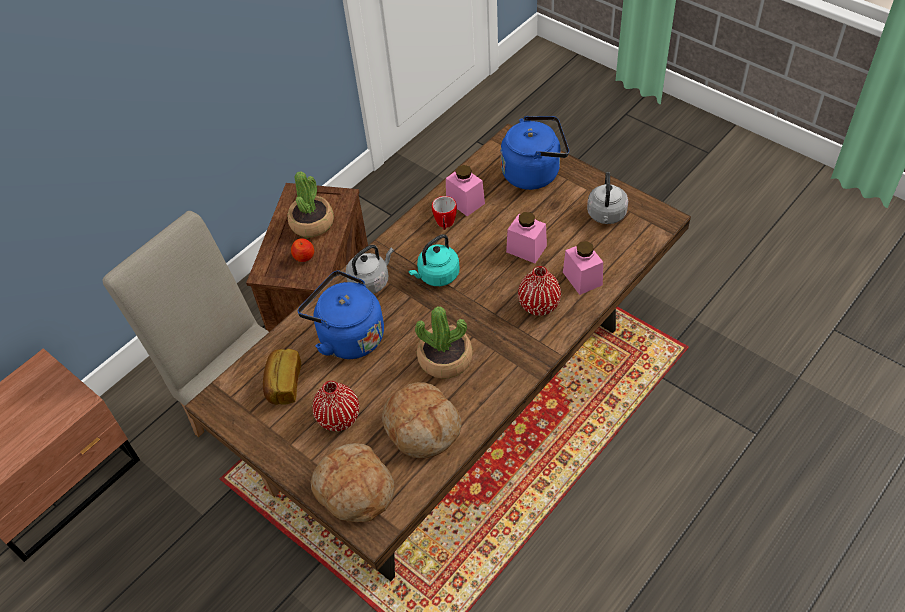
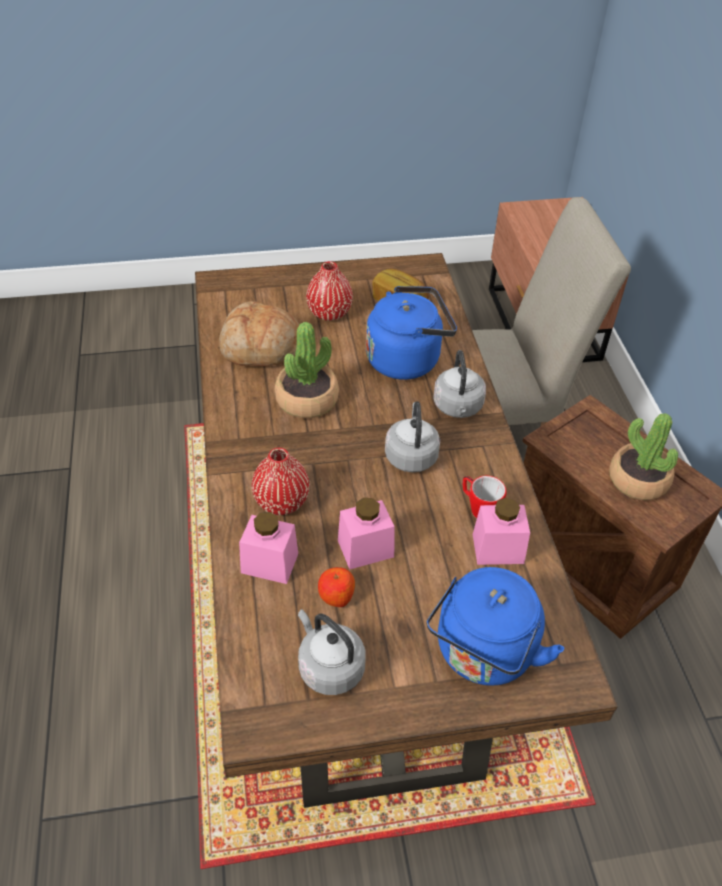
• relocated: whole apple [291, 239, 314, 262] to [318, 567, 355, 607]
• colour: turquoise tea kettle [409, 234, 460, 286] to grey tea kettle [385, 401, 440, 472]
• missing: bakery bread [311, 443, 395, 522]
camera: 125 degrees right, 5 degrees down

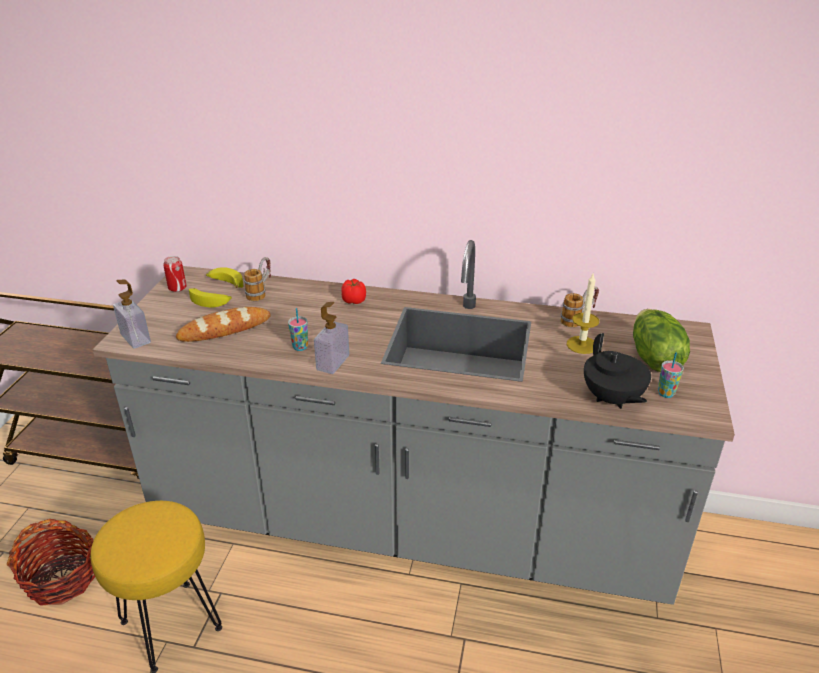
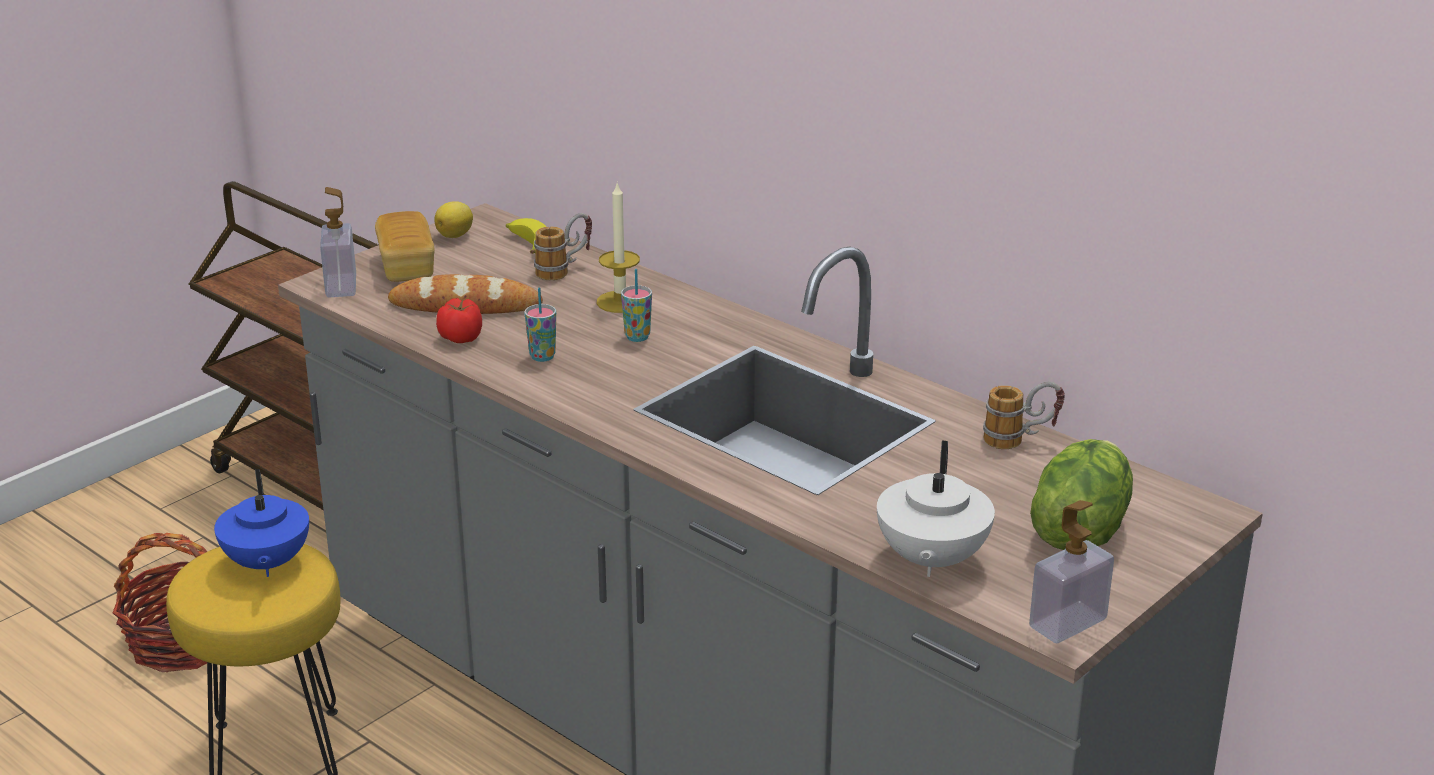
• appeared: bluish teapot [214, 469, 309, 577]
• appeared: bakery bread [375, 211, 434, 282]
• exchanged: can [163, 256, 187, 292] to whole lemon [434, 201, 473, 238]
• relocated: whole tomato [341, 279, 366, 304] to [436, 298, 482, 343]
• relocated: wax candle [566, 272, 599, 354] to [597, 181, 640, 313]
• relocated: drinking cup [658, 352, 684, 398] to [621, 269, 652, 342]
• colour: blackish teapot [584, 333, 651, 409] to whitish teapot [877, 440, 995, 577]
• relocated: soap dispenser [314, 302, 349, 374] to [1029, 500, 1114, 643]
• missing: whole banana [189, 288, 232, 307]
camera: 30 degrees right, 5 degrees down

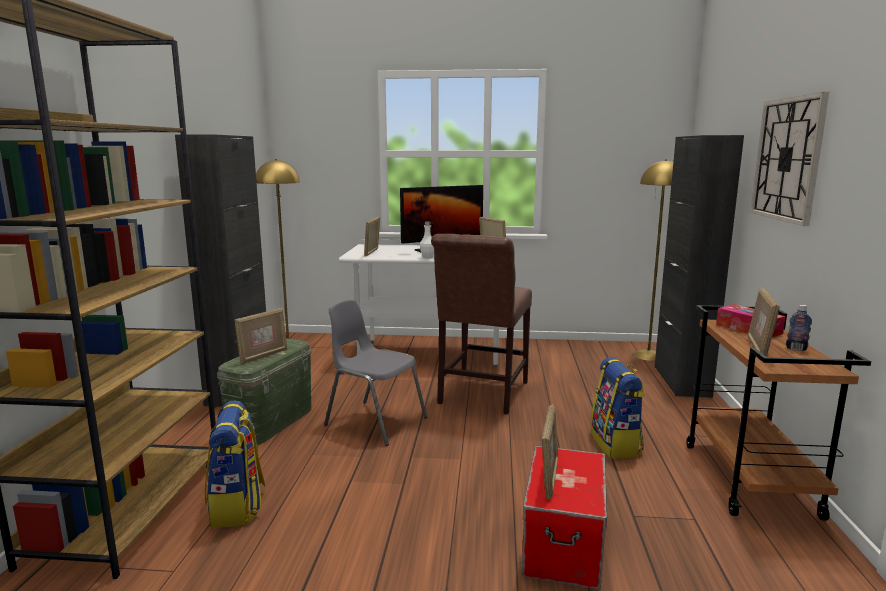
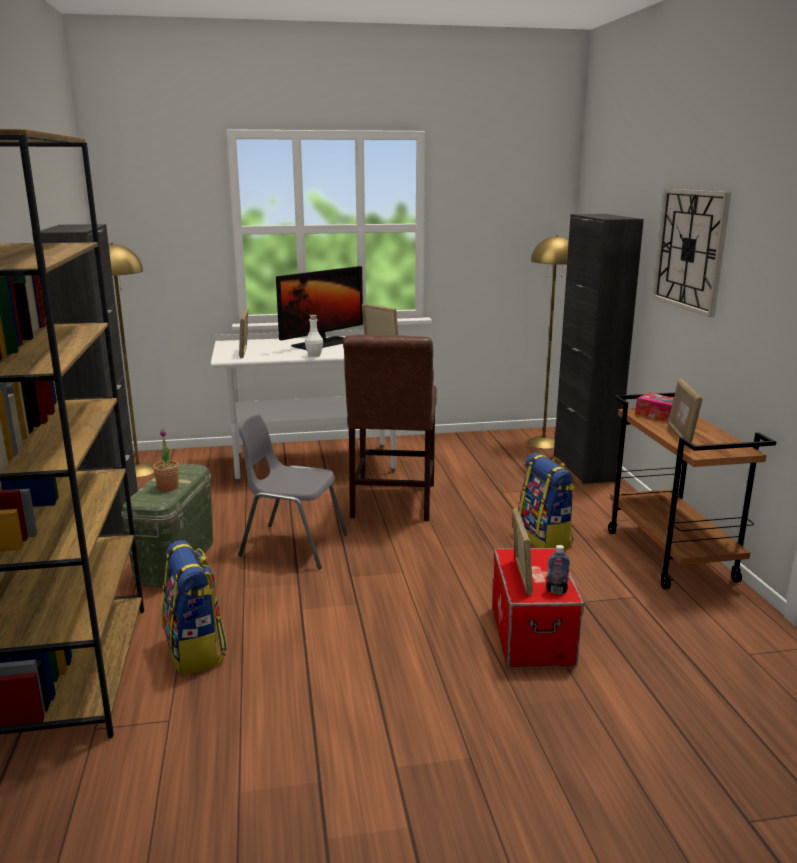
• exchanged: picture frame [235, 308, 288, 364] to potted plant [153, 429, 179, 491]
• relocated: drink bottle [786, 305, 812, 351] to [546, 545, 570, 594]
camera: 15 degrees left, 5 degrees up

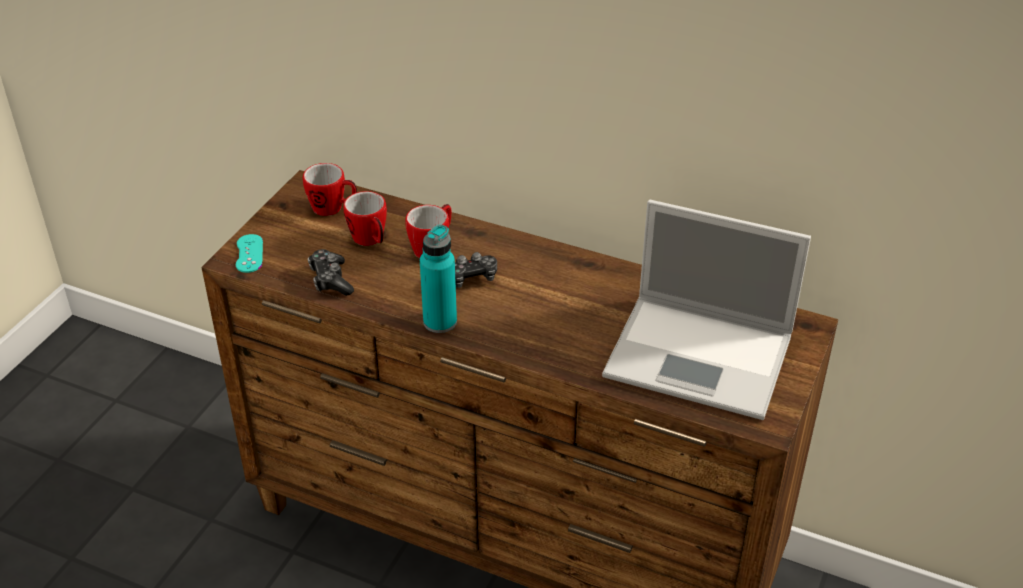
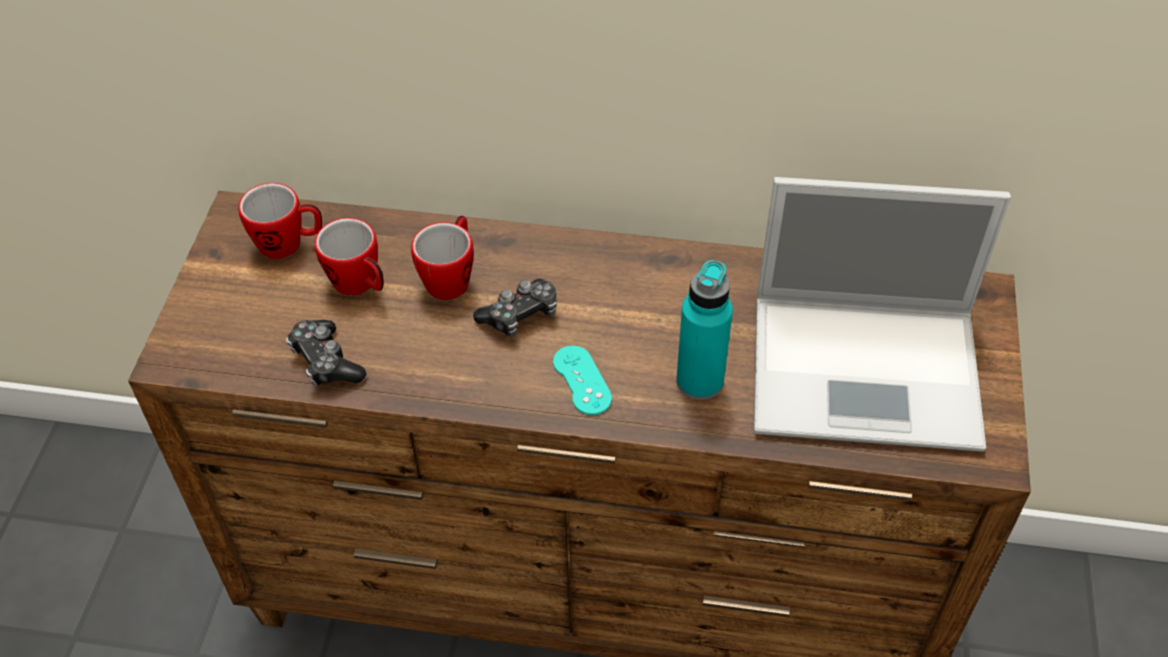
• relocated: turquoise joypad [236, 234, 263, 273] to [553, 346, 612, 415]
• relocated: turquoise drink bottle [420, 225, 457, 333] to [676, 260, 733, 400]
camera: 15 degrees left, 10 degrees up

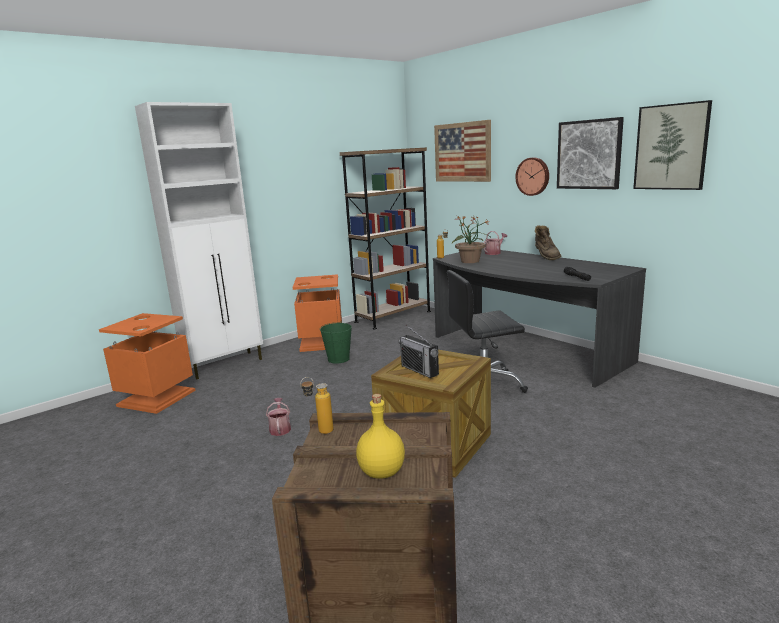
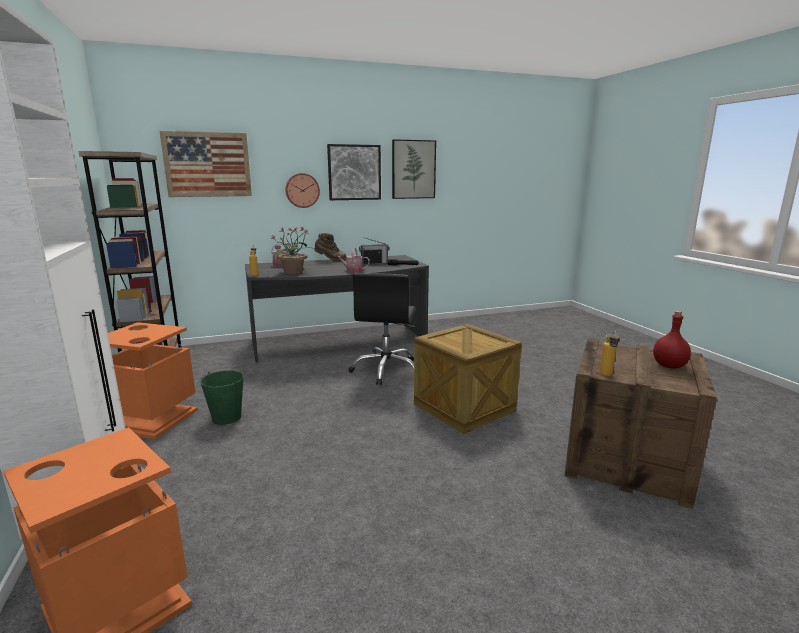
• relocated: watering can [266, 398, 291, 436] to [334, 248, 370, 273]
• relocated: radio receiver [399, 325, 439, 378] to [359, 238, 390, 265]
• colour: yellow-coloured drink bottle [356, 394, 405, 479] to red drink bottle [653, 311, 691, 368]
camera: 70 degrees left, 0 degrees up

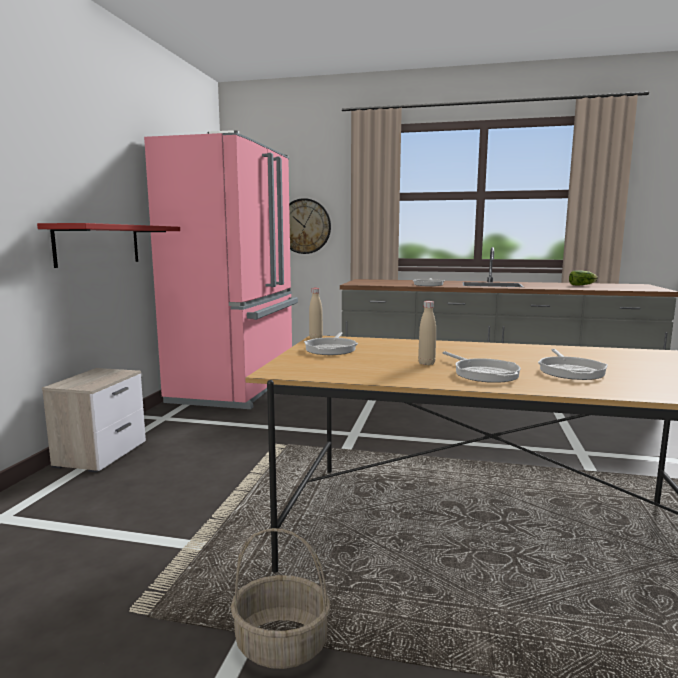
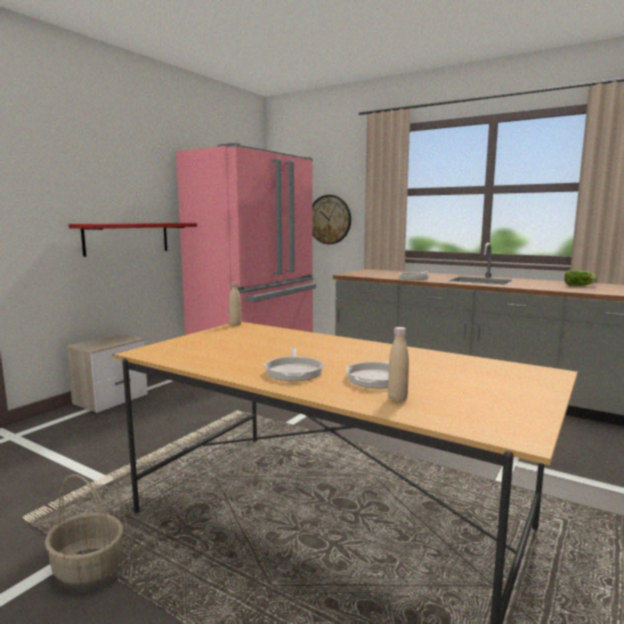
• relocated: sand-coloured drink bottle [418, 301, 436, 365] to [388, 327, 409, 402]
• missing: pan [304, 332, 358, 355]
camera: 20 degrees right, 0 degrees up

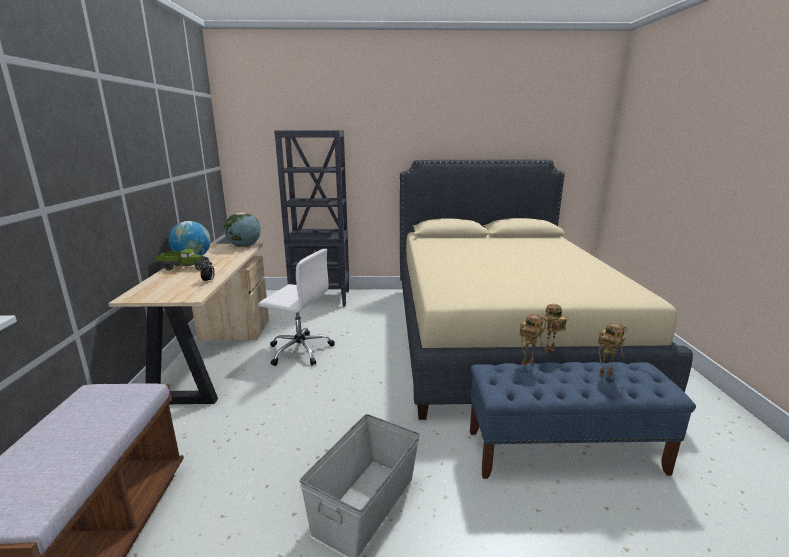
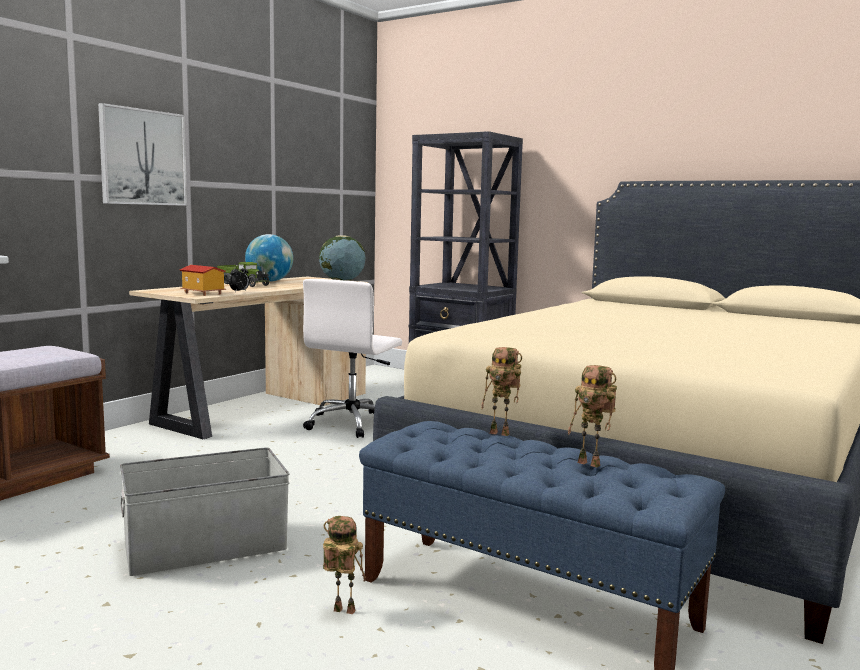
• appeared: wall picture [98, 103, 187, 206]
• appeared: model house [179, 265, 226, 296]
• spun: whitish computer chair [259, 249, 335, 366] = [303, 279, 402, 438] 60 degrees clockwise
• relocated: robot figure [542, 304, 567, 352] to [323, 516, 366, 614]
camera: 35 degrees right, 10 degrees down

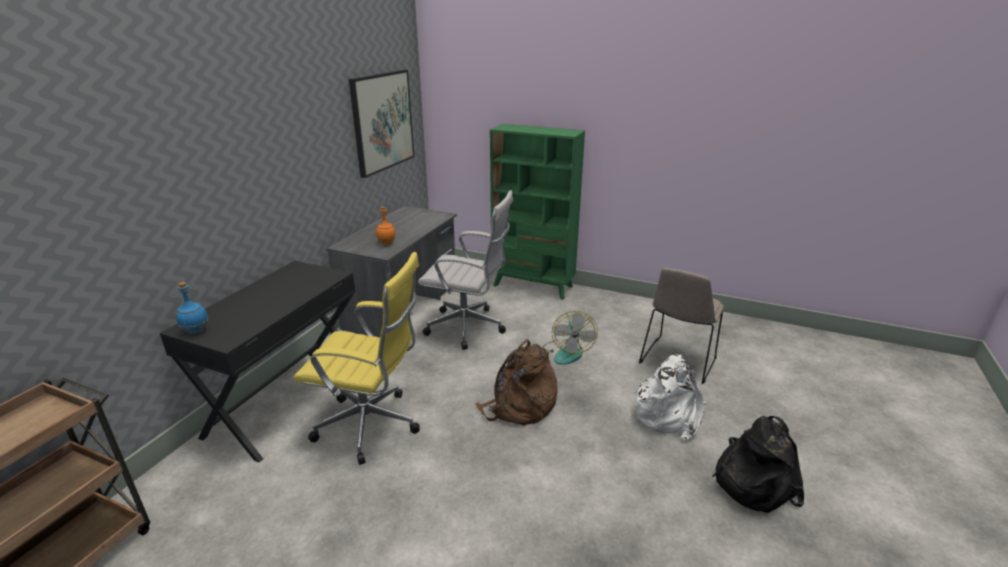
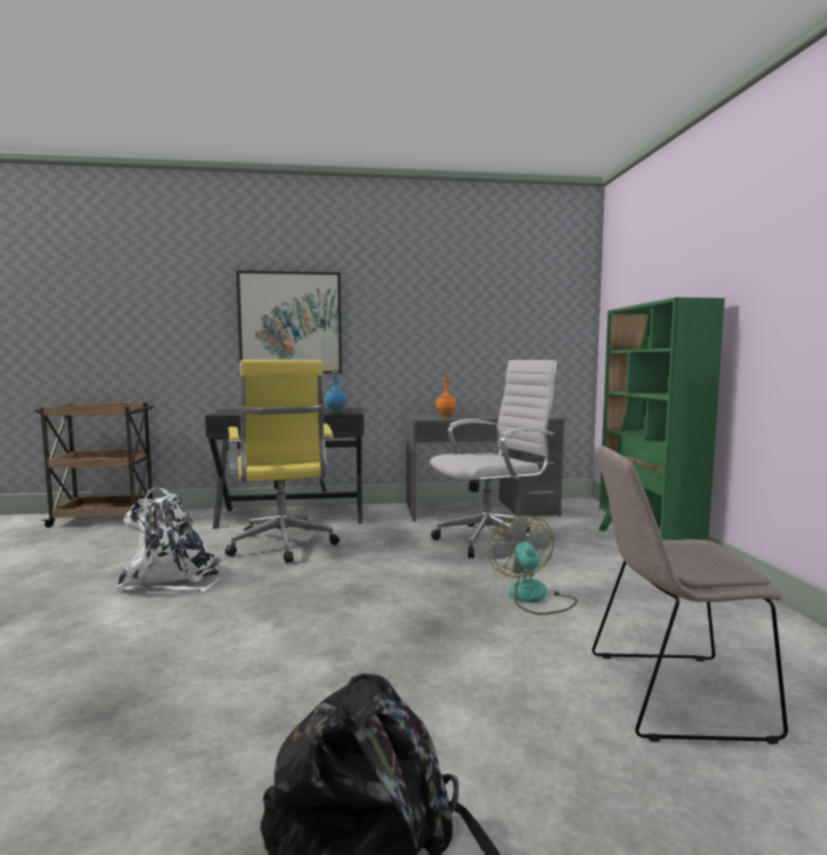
• relocated: whitish backpack [634, 354, 707, 441] to [116, 487, 221, 592]
• relocated: wall picture [349, 70, 414, 178] to [236, 271, 342, 373]
• relocated: bluish drink bottle [176, 282, 208, 334] to [325, 370, 346, 412]
• spun: whitish computer chair [418, 190, 513, 350] = [430, 360, 558, 558] 105 degrees counterclockwise
• spun: cooling fan [542, 311, 598, 365] = [488, 515, 578, 615] 105 degrees clockwise
• missing: brown backpack [475, 339, 558, 426]
camera: 60 degrees right, 20 degrees down

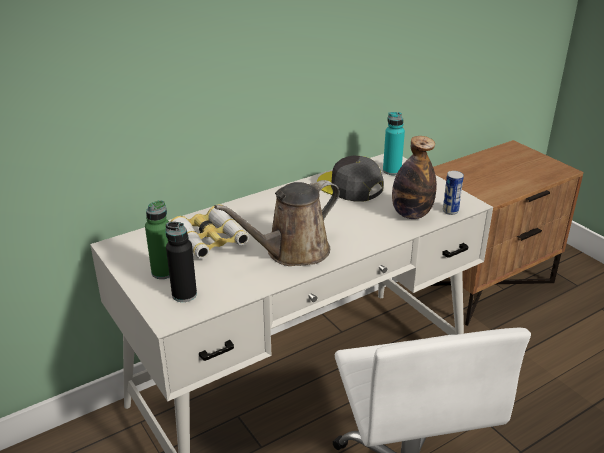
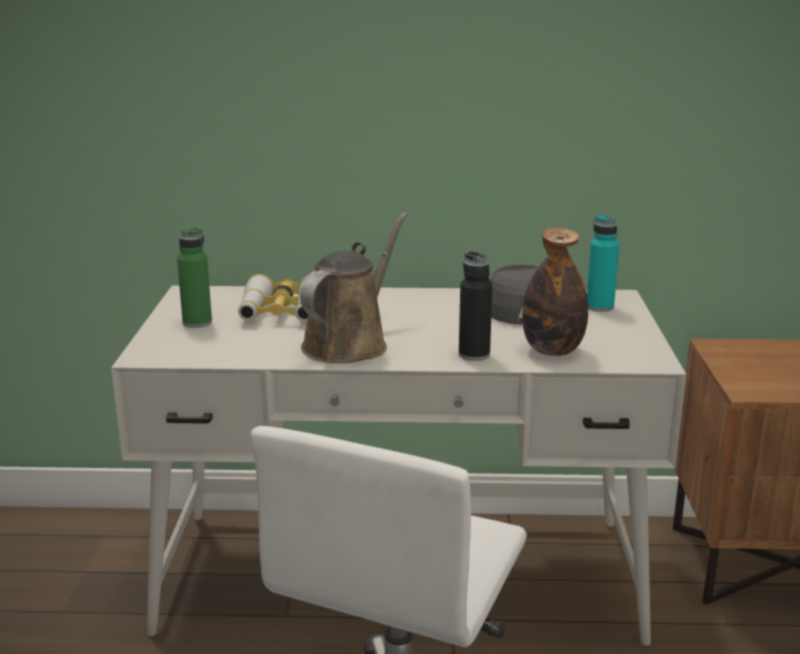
• spun: brown watering can [214, 180, 340, 266] = [300, 213, 407, 364] 120 degrees clockwise
• relocated: blackish drink bottle [165, 222, 197, 302] to [459, 251, 493, 361]
• missing: can [443, 171, 464, 215]
camera: 35 degrees right, 10 degrees down

